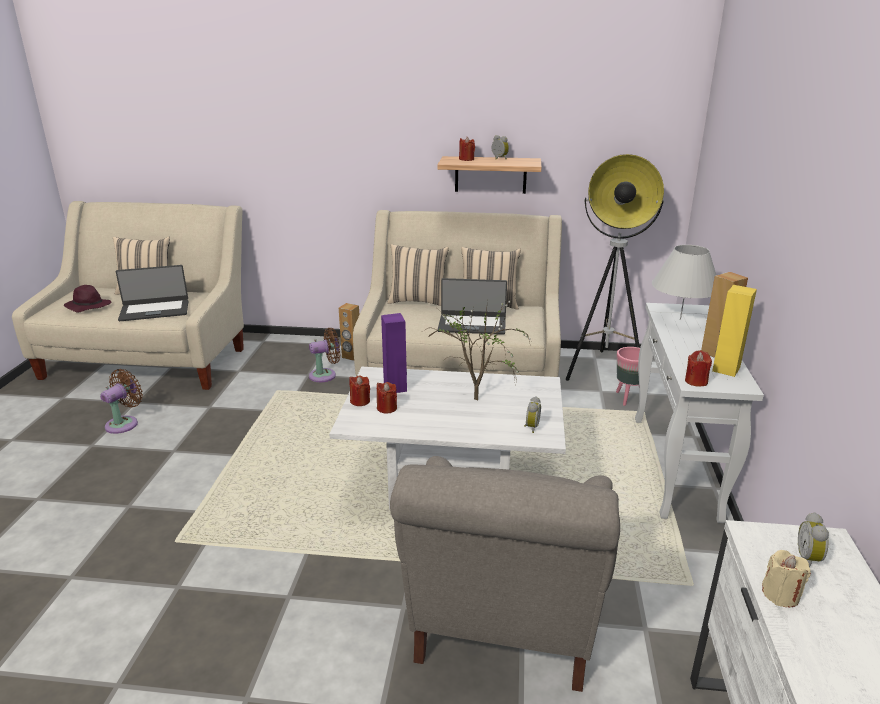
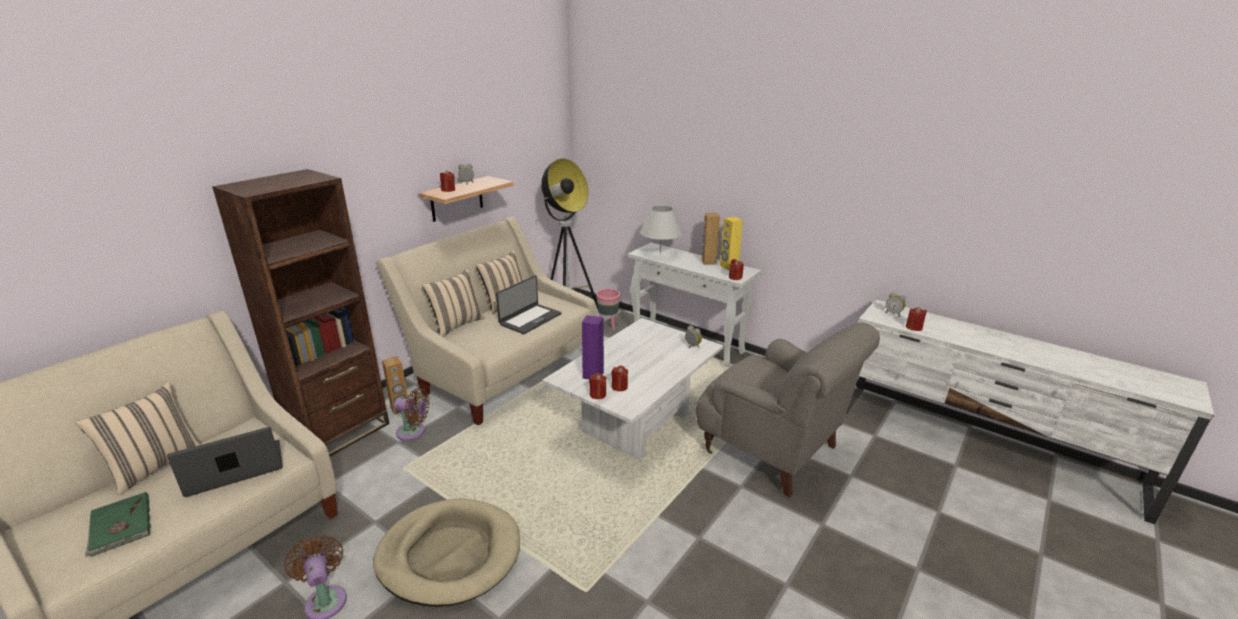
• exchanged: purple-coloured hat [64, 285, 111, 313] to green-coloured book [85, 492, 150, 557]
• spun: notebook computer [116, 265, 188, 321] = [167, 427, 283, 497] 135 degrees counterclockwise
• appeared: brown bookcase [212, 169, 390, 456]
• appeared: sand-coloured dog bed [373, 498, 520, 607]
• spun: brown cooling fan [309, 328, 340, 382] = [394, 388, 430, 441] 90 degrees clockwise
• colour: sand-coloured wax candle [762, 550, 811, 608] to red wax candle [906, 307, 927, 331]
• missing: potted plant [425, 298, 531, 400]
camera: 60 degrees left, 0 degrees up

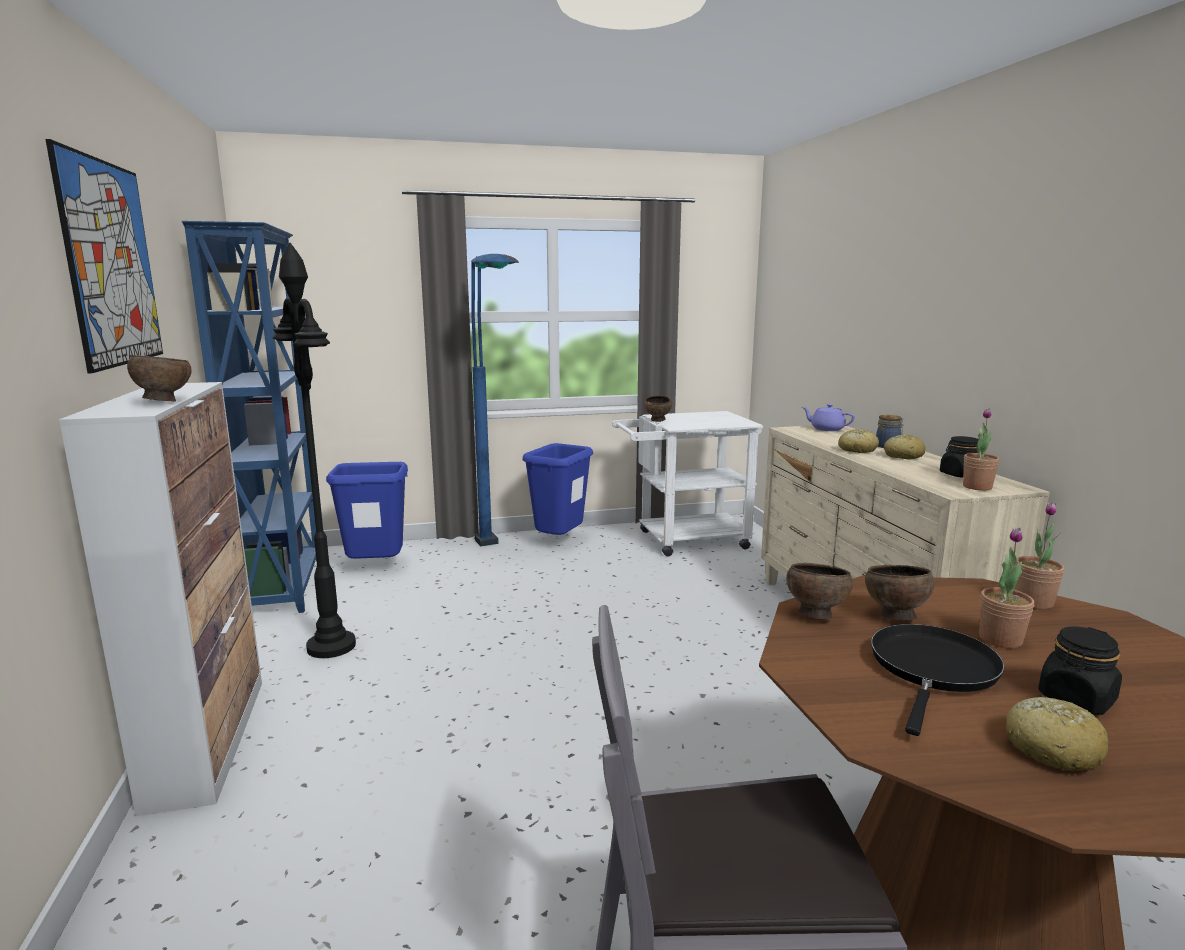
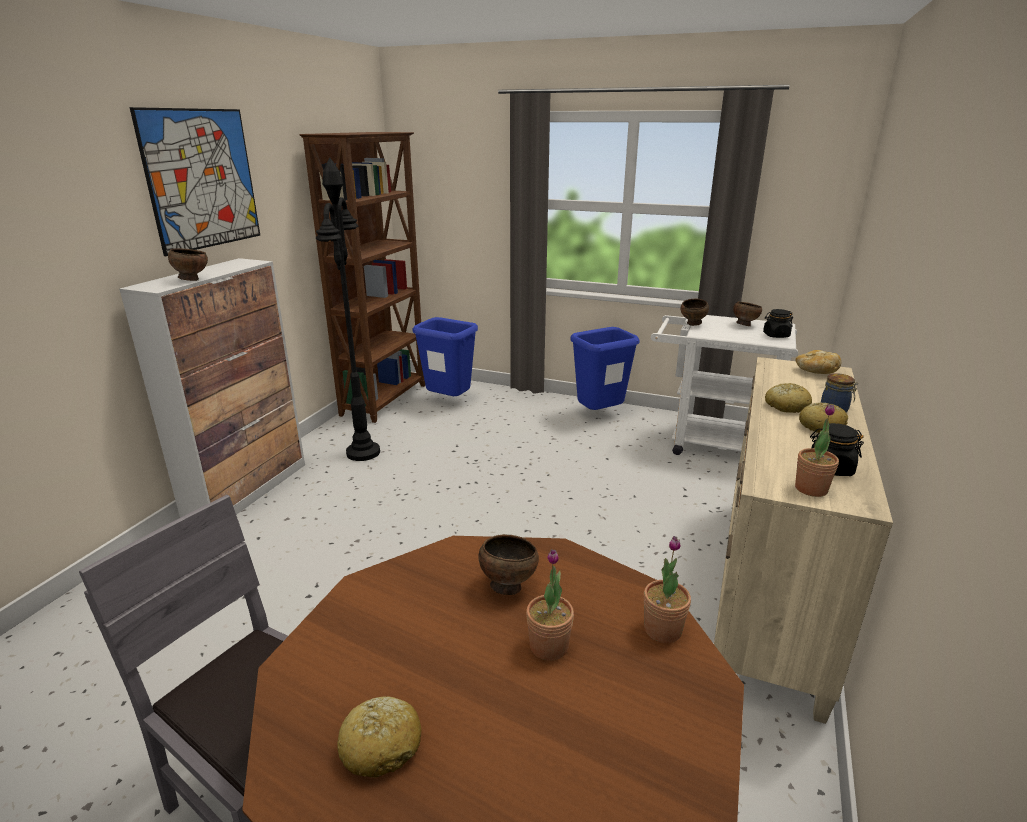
• colour: bluish bookcase [182, 221, 316, 613] to brown bookcase [300, 132, 425, 423]
• relocated: brown deep dish [786, 563, 853, 620] to [733, 301, 762, 326]
• relocated: blackish jar [1038, 626, 1122, 715] to [763, 309, 793, 338]
• exchanged: purple-coloured teapot [802, 404, 855, 431] to bakery bread [795, 350, 842, 374]
• missing: bluish standing lamp [471, 254, 519, 546]
• missing: blackish pan [871, 624, 1004, 736]
camera: 35 degrees right, 10 degrees up

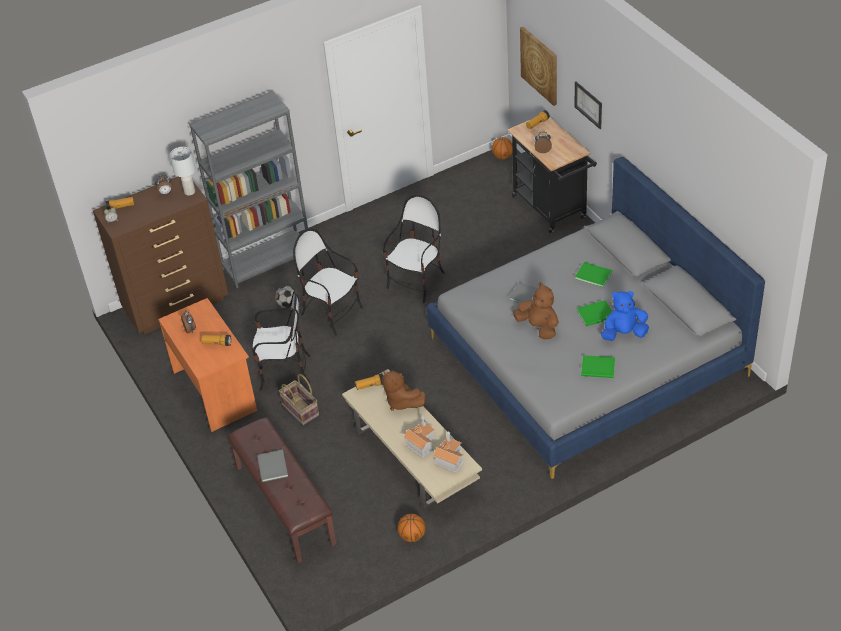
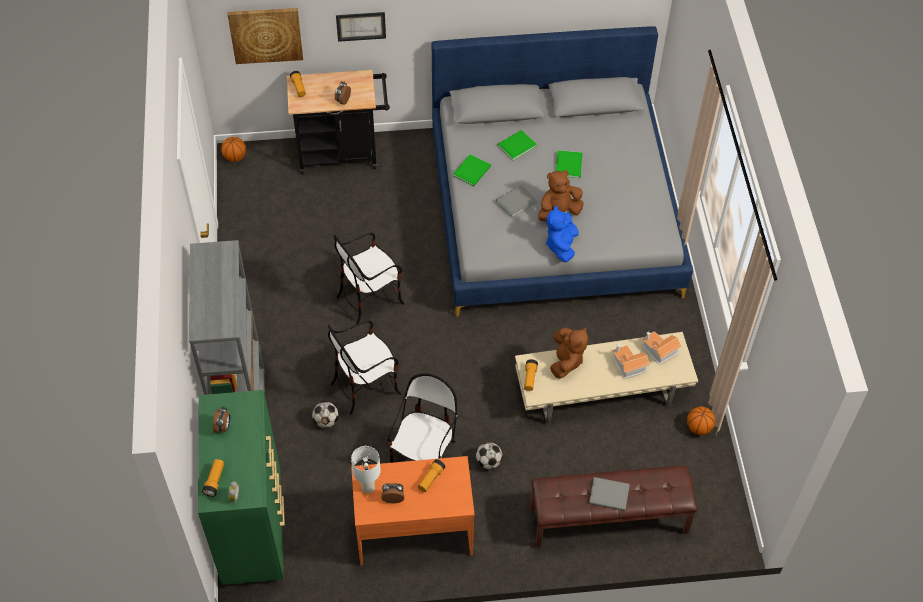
• colour: brown chest of drawers [93, 176, 228, 334] to green-coloured chest of drawers [198, 390, 285, 585]
• spun: plain chair [383, 194, 445, 303] = [334, 233, 405, 324] 90 degrees counterclockwise
• relocated: whitish table lamp [170, 147, 196, 196] to [351, 446, 381, 493]
• relocated: green-coloured book [581, 355, 615, 378] to [453, 154, 491, 187]
• exchanged: basket [279, 374, 319, 425] to football [476, 442, 503, 469]
• relocated: bluish soft toy [601, 291, 649, 341] to [546, 205, 579, 262]
• spun: brown soft toy [382, 371, 425, 411] = [550, 326, 588, 379] 60 degrees counterclockwise
camera: 70 degrees left, 10 degrees up

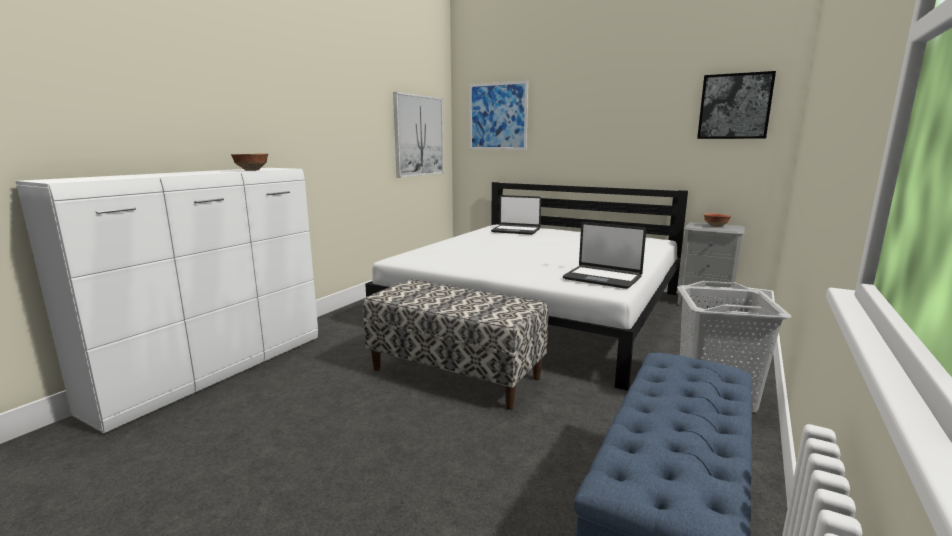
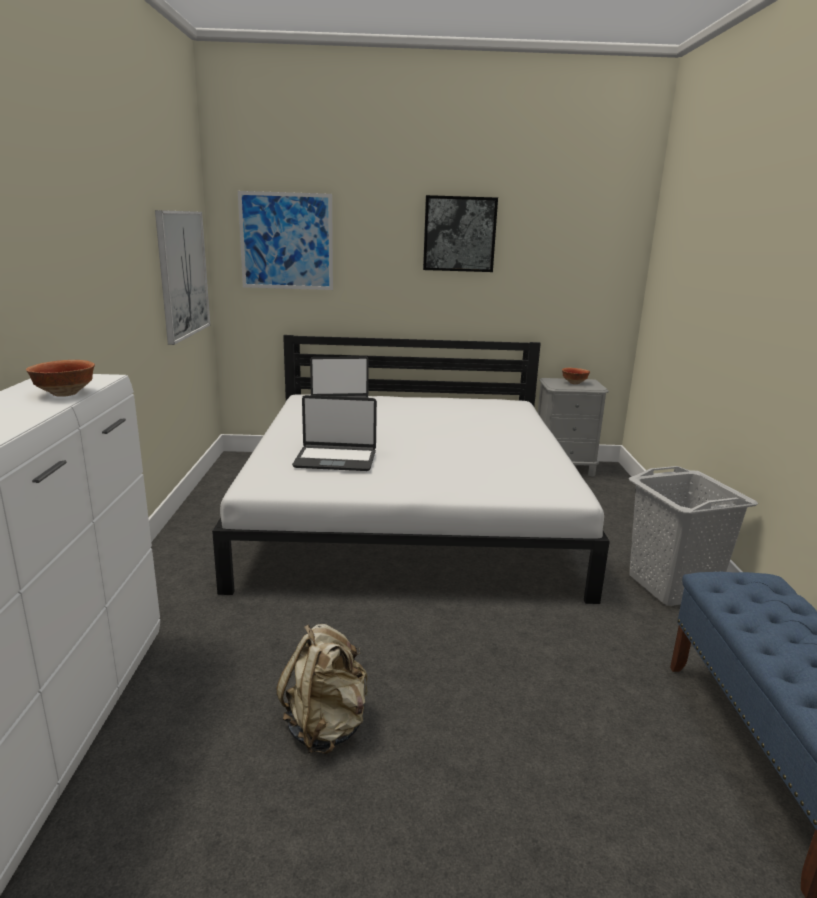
• appeared: sand-coloured backpack [277, 624, 368, 754]
• relocated: notebook computer [563, 222, 646, 289] to [292, 395, 377, 471]
• relocated: wall picture [697, 71, 776, 139] to [423, 195, 498, 272]
• missing: indoor bench [363, 279, 549, 410]
camera: 30 degrees left, 5 degrees up

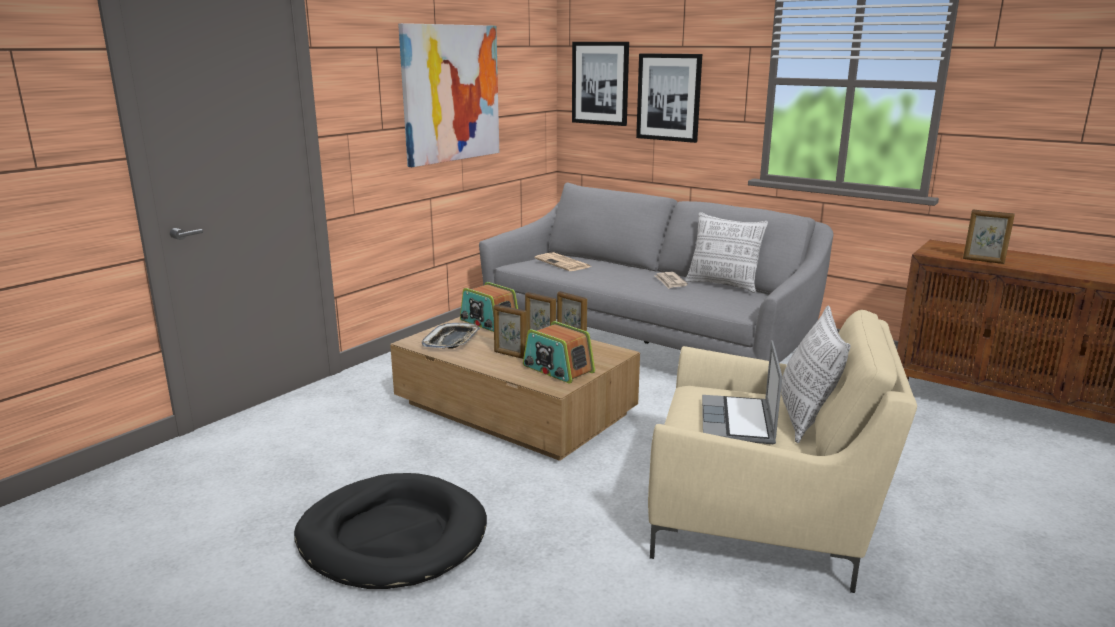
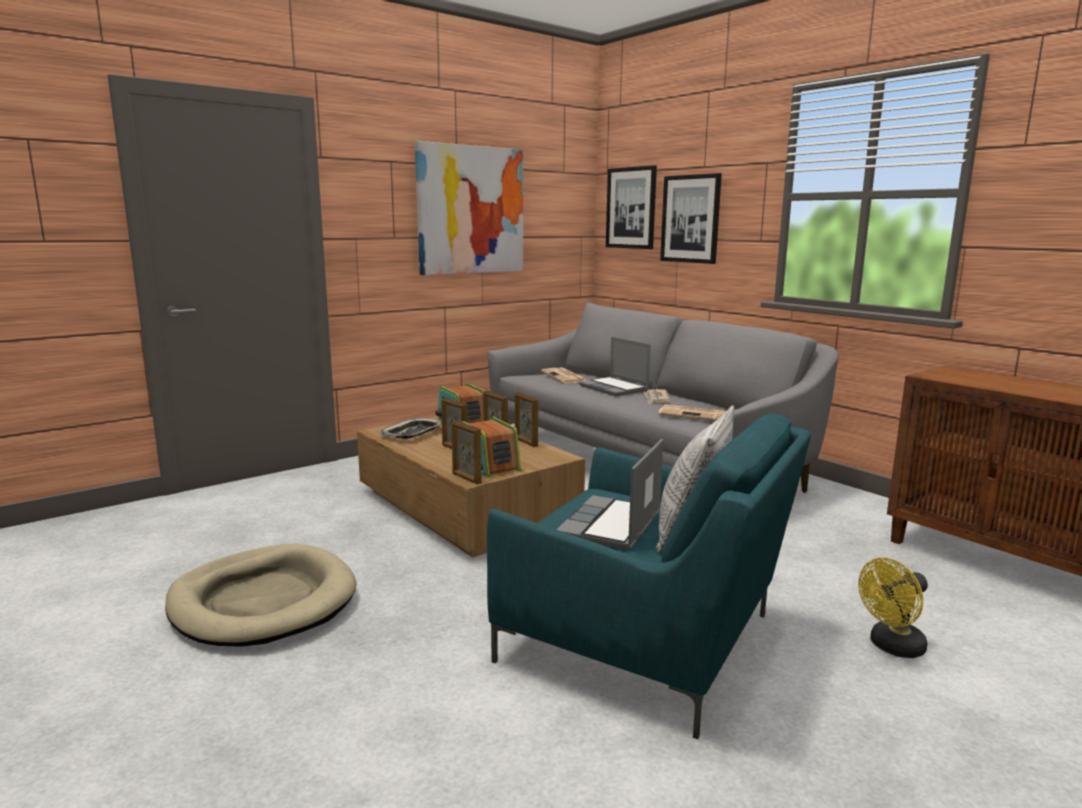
• colour: blackish dog bed [294, 473, 487, 589] to sand-coloured dog bed [165, 544, 357, 647]
• relocated: picture frame [963, 209, 1015, 264] to [452, 420, 482, 485]
• colour: sand-coloured armchair [648, 310, 917, 593] to turquoise armchair [487, 413, 811, 739]
• appeared: notebook computer [579, 337, 651, 396]
• appeared: newspaper [658, 405, 726, 421]
• appeared: yellow-coloured cooling fan [858, 558, 928, 658]
• missing: throw pillow [685, 212, 768, 293]
camera: 15 degrees right, 5 degrees down

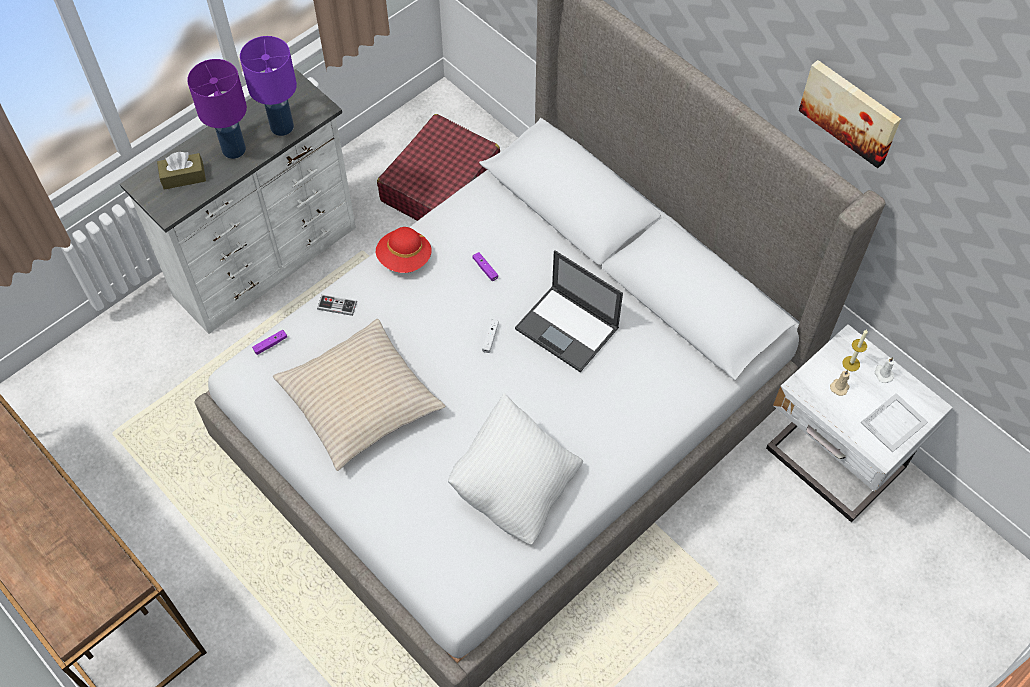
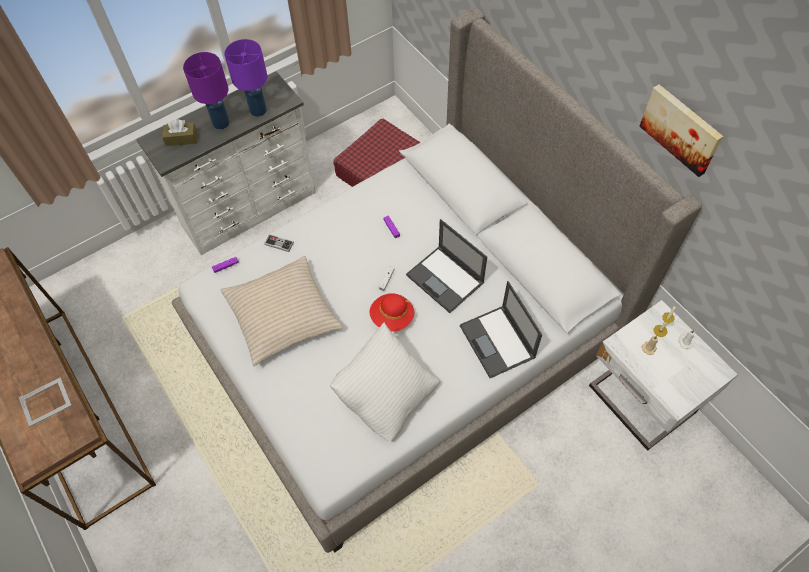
• relocated: picture frame [861, 393, 928, 452] to [19, 377, 72, 427]
• relocated: red hat [376, 227, 432, 273] to [369, 293, 414, 332]
• appeared: notebook computer [460, 281, 542, 378]
camera: 10 degrees right, 0 degrees up

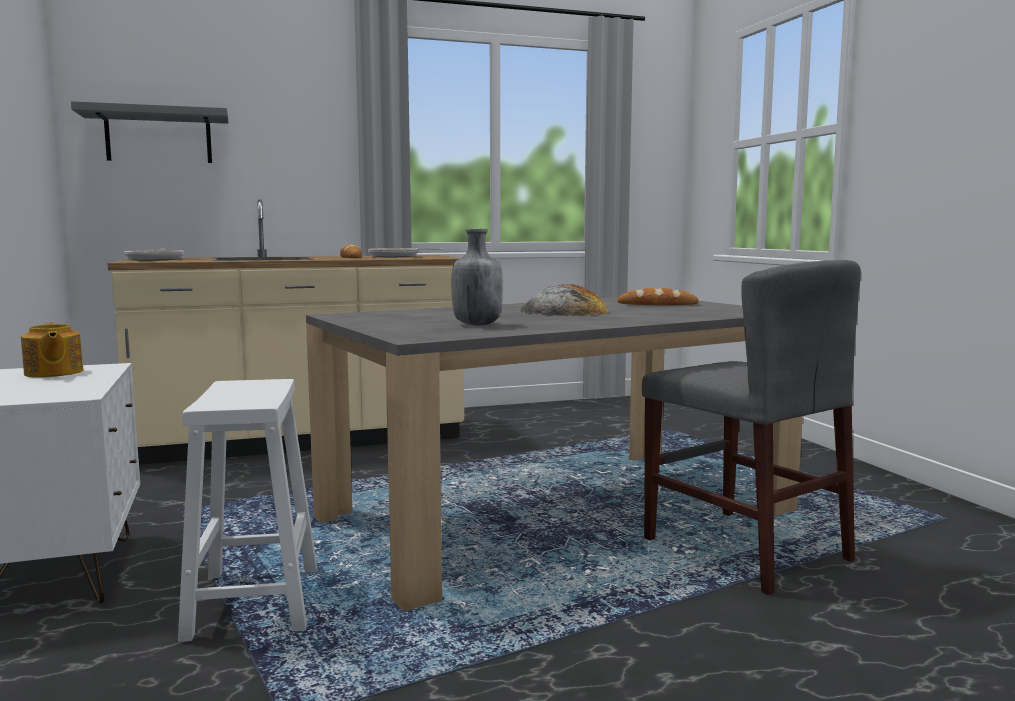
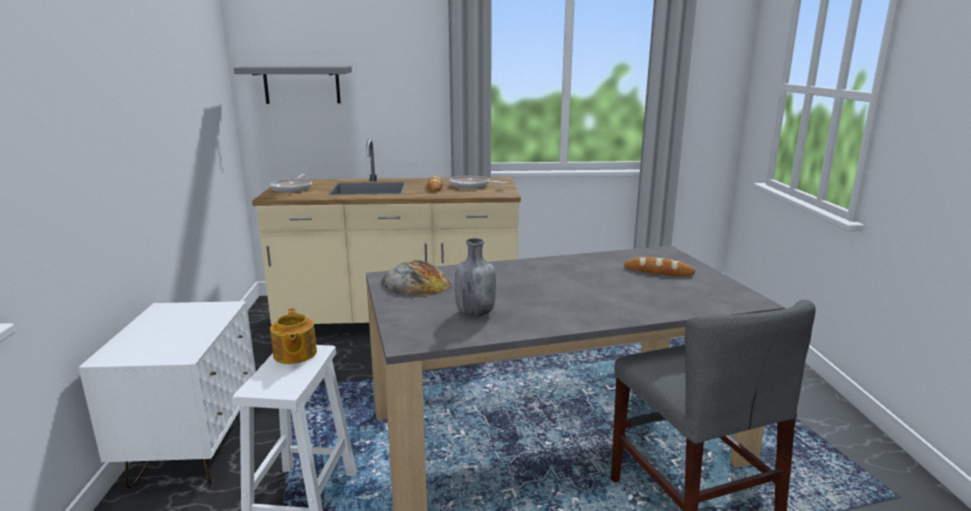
• relocated: teapot [21, 323, 83, 378] to [270, 308, 317, 364]
• relocated: bakery bread [520, 284, 609, 316] to [381, 260, 451, 296]
camera: 15 degrees right, 10 degrees up

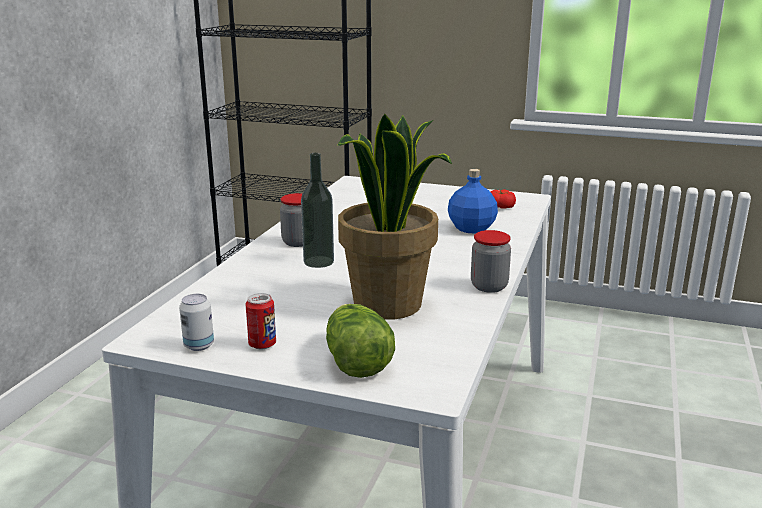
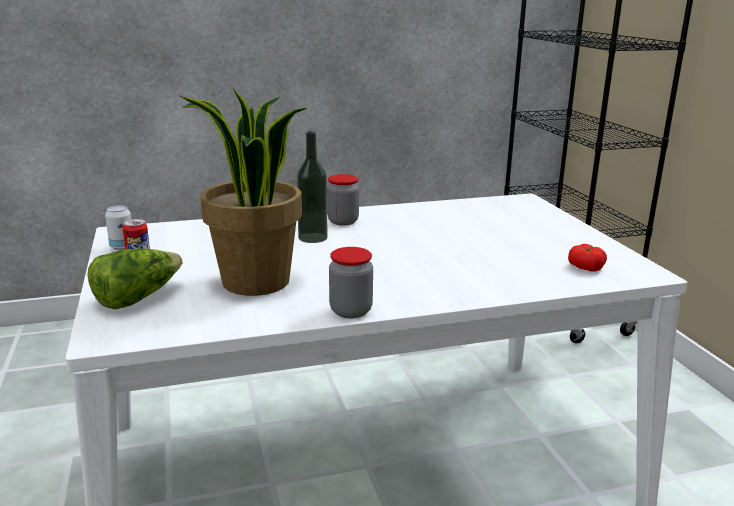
• missing: bluish drink bottle [448, 169, 498, 234]
camera: 55 degrees right, 0 degrees up

